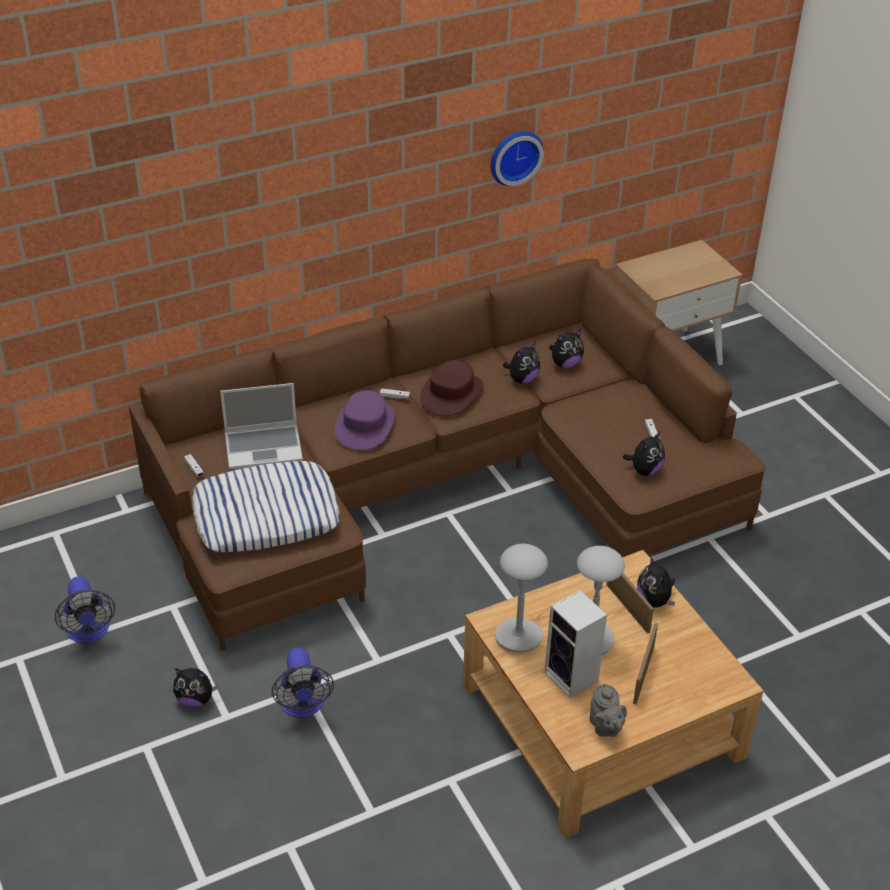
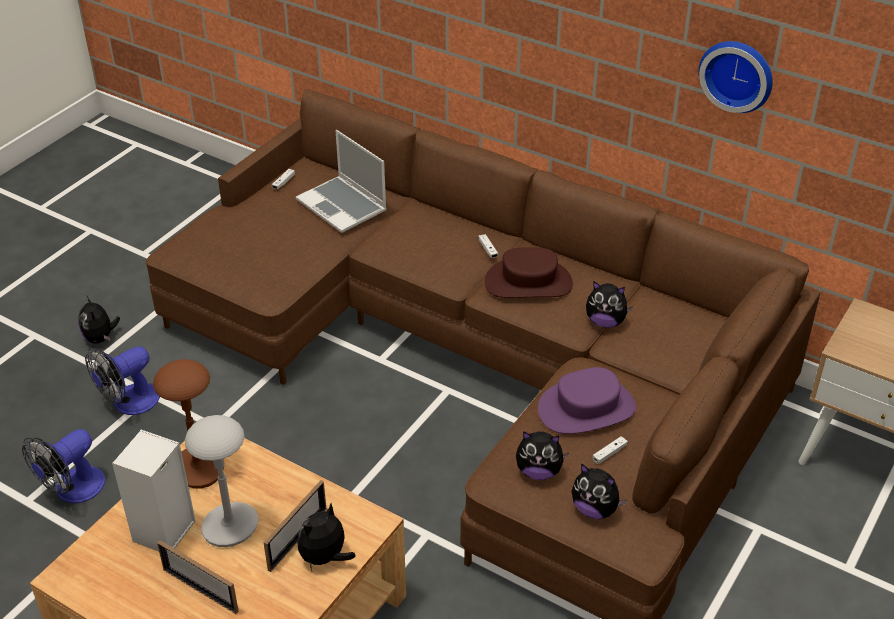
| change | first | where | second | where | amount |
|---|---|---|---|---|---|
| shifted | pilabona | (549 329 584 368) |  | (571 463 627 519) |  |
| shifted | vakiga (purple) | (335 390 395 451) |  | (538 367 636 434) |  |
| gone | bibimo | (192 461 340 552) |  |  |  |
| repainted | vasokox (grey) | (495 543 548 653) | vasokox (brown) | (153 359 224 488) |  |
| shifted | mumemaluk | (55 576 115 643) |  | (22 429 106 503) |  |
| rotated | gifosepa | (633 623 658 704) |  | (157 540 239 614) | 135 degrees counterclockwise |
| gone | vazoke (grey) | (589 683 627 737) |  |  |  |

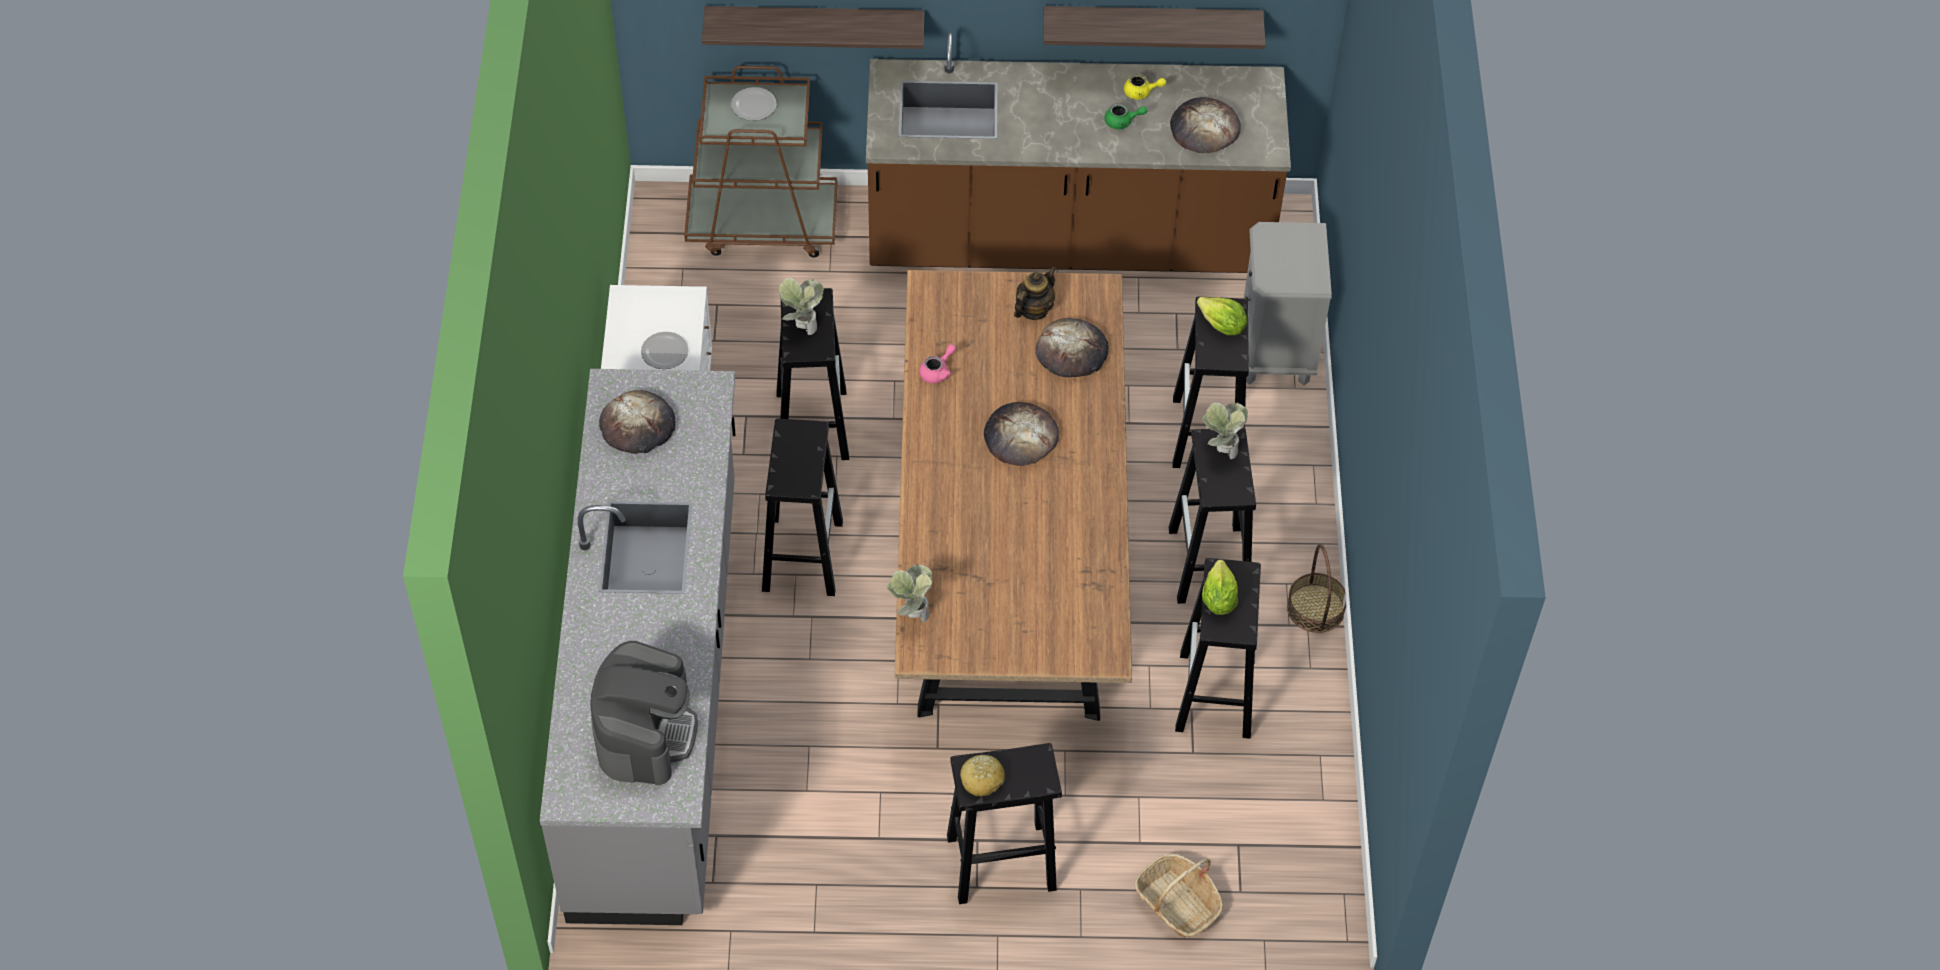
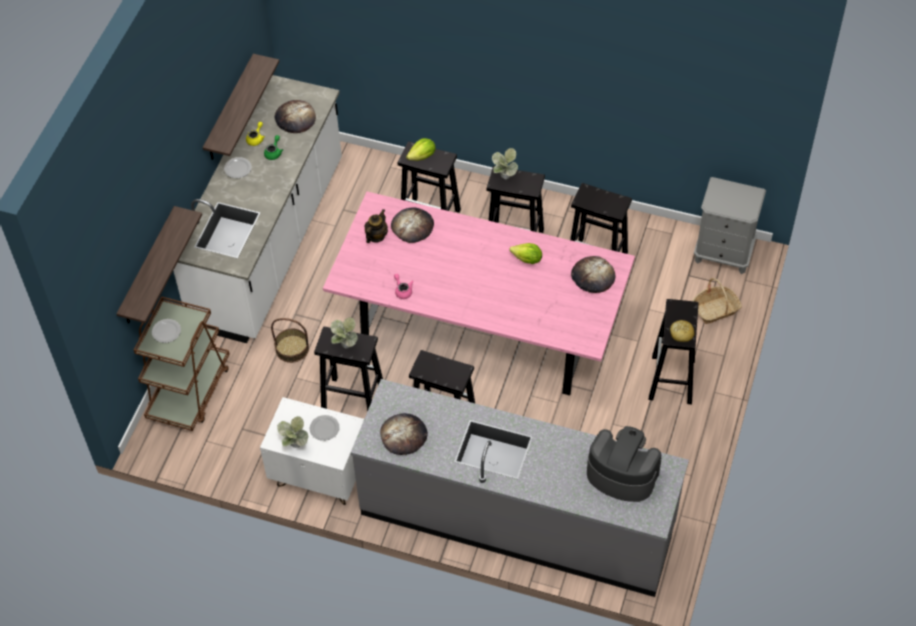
| change | first | where | second | where | amount |
|---|---|---|---|---|---|
| repainted | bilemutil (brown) | (866 33 1291 273) | bilemutil (white) | (173 75 342 343) |  |
| shifted | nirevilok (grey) | (1244 222 1332 386) |  | (694 177 766 274) |  |
| rotated | vazoke | (1014 267 1056 320) |  | (364 209 388 243) | 60 degrees clockwise |
| repainted | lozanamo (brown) | (895 270 1132 721) | lozanamo (pink) | (323 192 635 395) |  |
| shifted | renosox | (984 402 1059 466) |  | (571 256 615 293) |  |
| shifted | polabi | (1287 544 1346 633) |  | (271 318 309 363) |  |
| shifted | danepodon | (1202 560 1238 615) |  | (509 243 542 264) |  |
| shifted | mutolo | (887 564 932 622) |  | (277 416 308 448) |  |
| new |  |  | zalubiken | (224 157 252 178) |  |

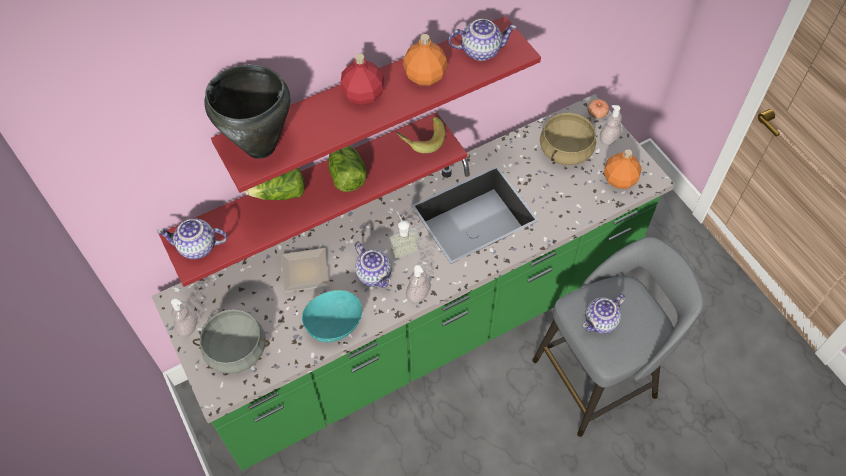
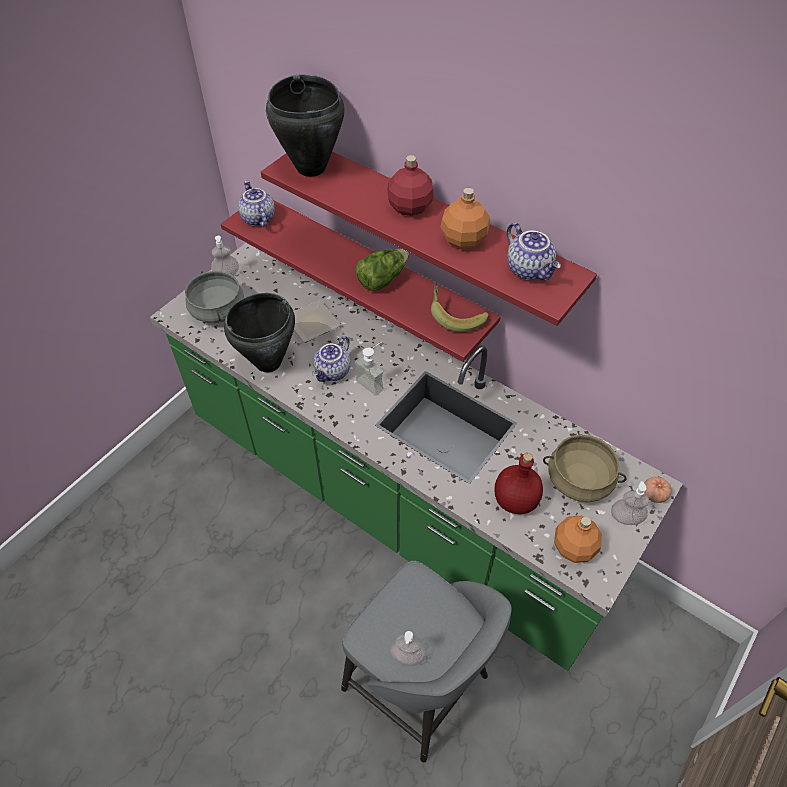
| change | first | where | second | where | amount |
|---|---|---|---|---|---|
| gone | danepodon | (245 167 305 200) |  |  |  |
| shifted | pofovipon | (406 265 431 303) |  | (390 631 426 666) |  |
| swapped | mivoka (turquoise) | (302 290 362 342) | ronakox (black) | (224 293 295 372) |  |
| gone | vazoke | (583 294 625 334) |  |  |  |
| new |  |  | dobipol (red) | (495 453 543 514) |  |

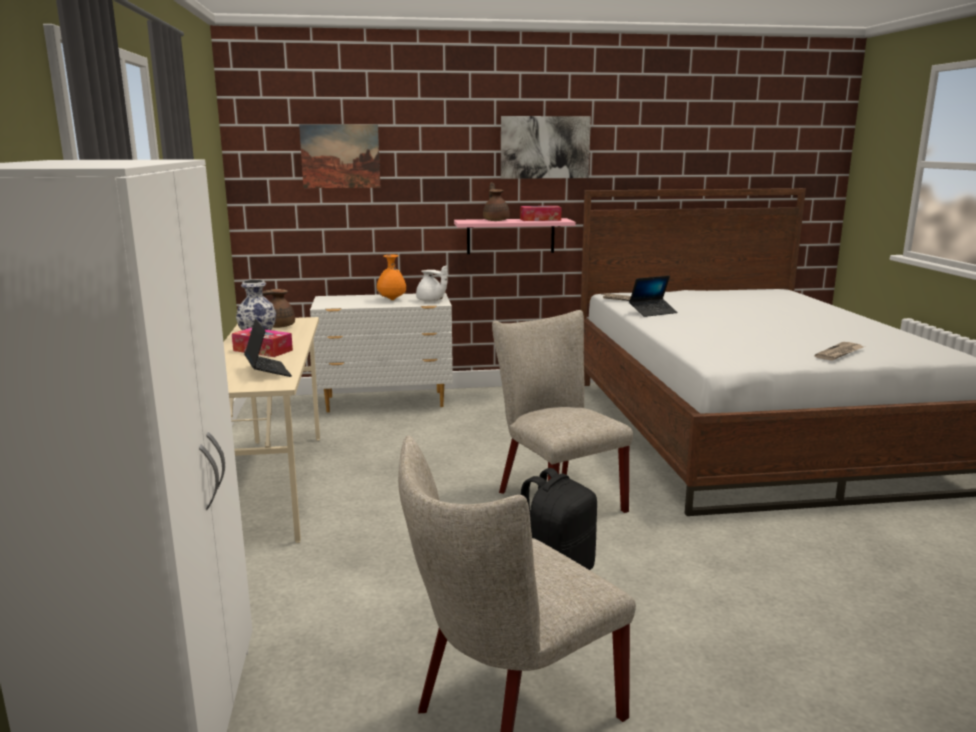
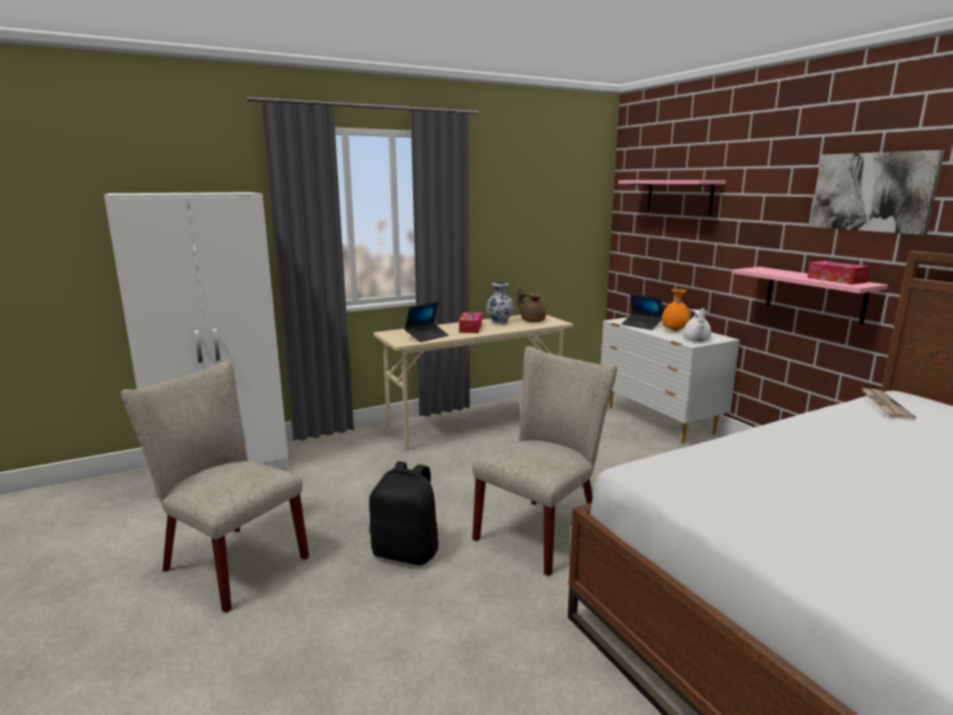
| change | first | where | second | where | amount |
|---|---|---|---|---|---|
| swapped | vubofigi | (299 124 380 188) | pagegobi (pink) | (618 180 726 216) |  |
| gone | vazoke (brown) | (483 182 510 221) |  |  |  |
| shifted | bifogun | (629 276 677 317) |  | (622 294 663 330) |  |
| gone | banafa | (815 342 864 361) |  |  |  |

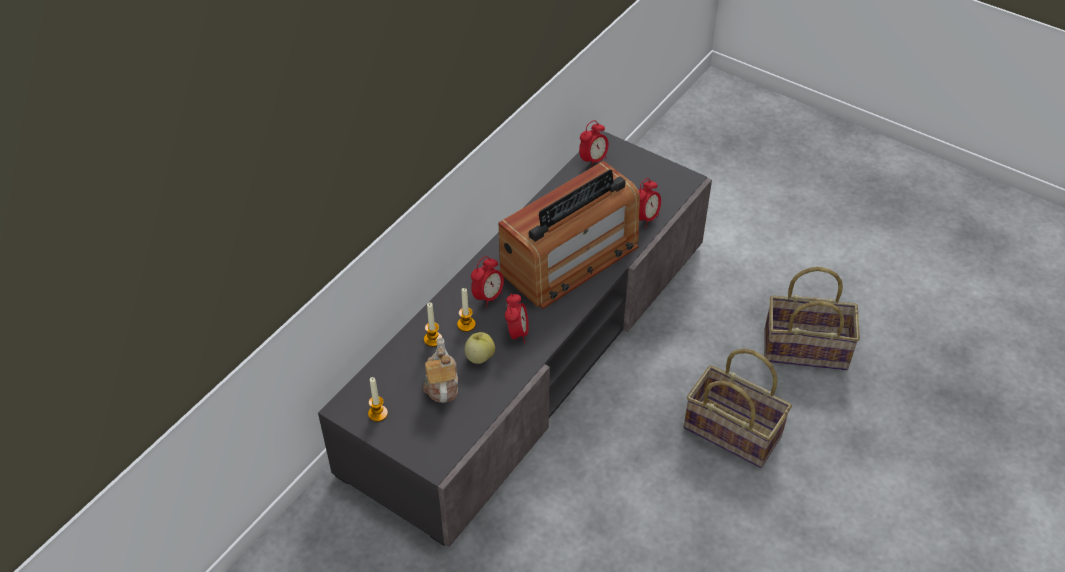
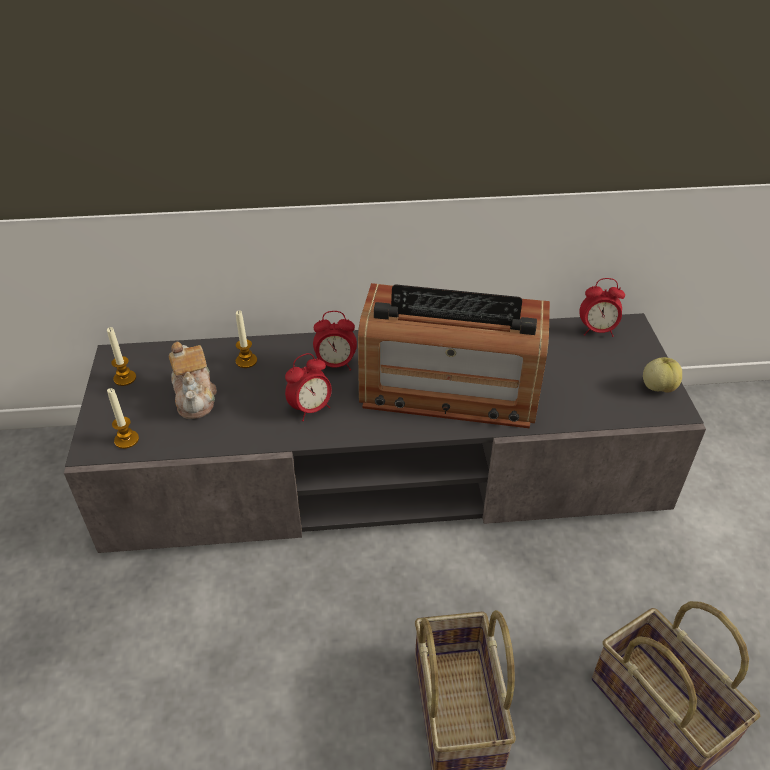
| change | first | where | second | where | amount |
|---|---|---|---|---|---|
| gone | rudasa | (638 178 661 228) |  |  |  |
| shifted | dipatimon | (457 288 476 332) |  | (107 388 139 449) |  |
| shifted | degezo | (464 332 495 364) |  | (643 357 682 393) |  |
| rotated | vazoke | (423 337 458 403) |  | (169 342 217 419) | 120 degrees clockwise |

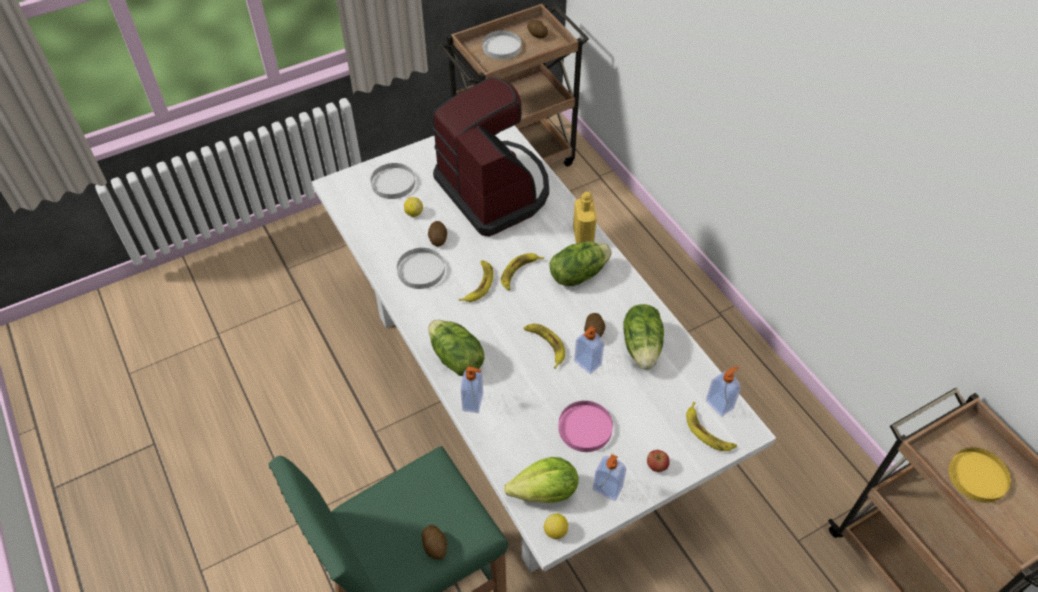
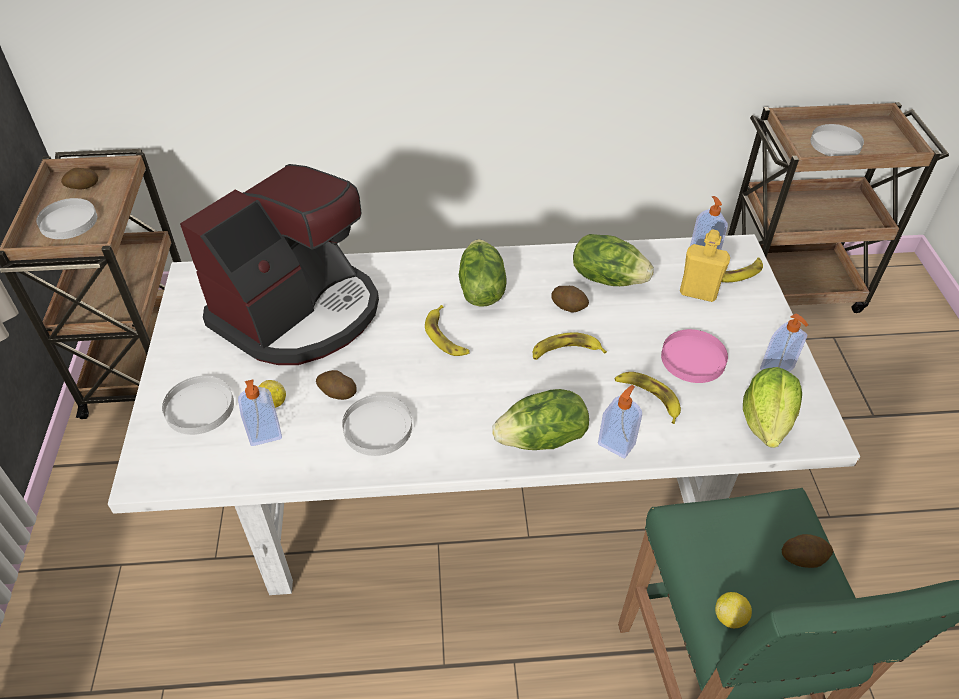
| change | first | where | second | where | amount |
|---|---|---|---|---|---|
| rotated | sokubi | (433 77 549 237) |  | (180 164 379 365) | 135 degrees clockwise |
| shifted | dobipol (yellow) | (573 192 597 244) |  | (680 229 730 302) |  |
| shifted | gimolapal | (459 260 493 302) |  | (614 372 681 424) |  |
| shifted | pofovipon | (574 326 604 374) |  | (238 379 282 446) |  |
| repainted | zalubiken (yellow) | (949 447 1011 503) | zalubiken (white) | (810 124 864 156) |  |
| gone | degezo | (647 450 670 472) |  |  |  |
| shifted | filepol | (544 513 568 539) |  | (715 592 752 628) |  |

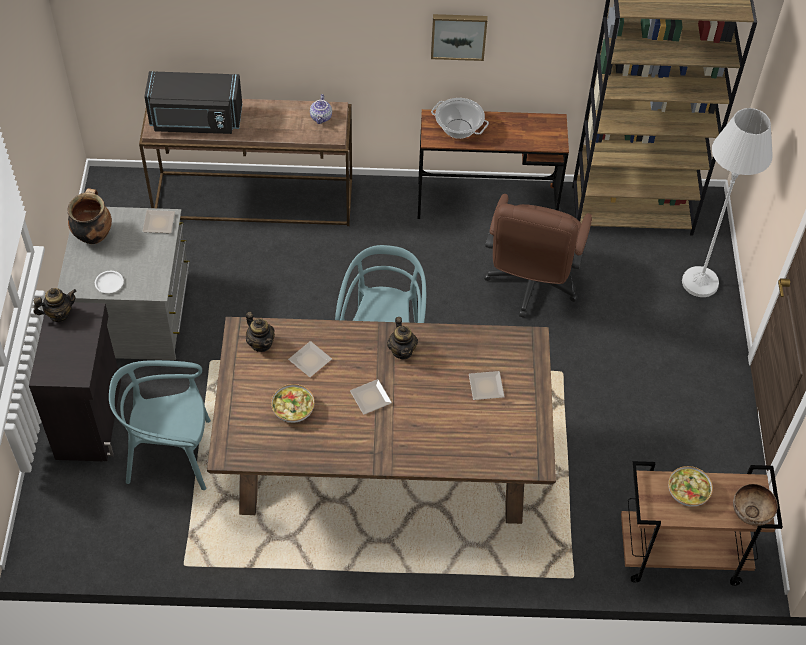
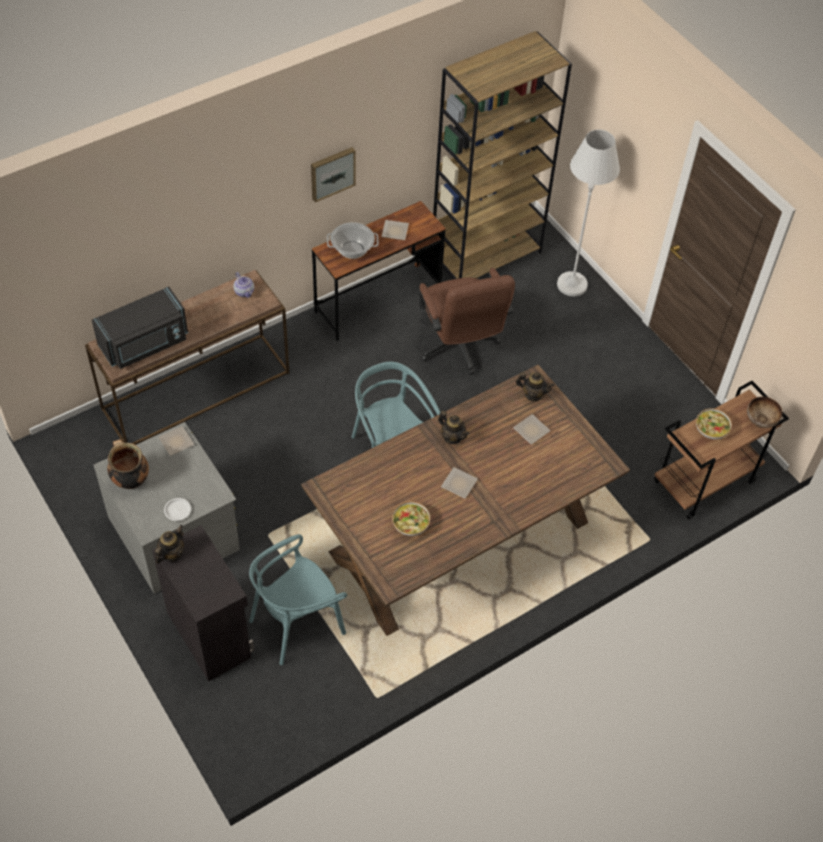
| change | first | where | second | where | amount |
|---|---|---|---|---|---|
| shifted | vazoke | (246 312 275 352) |  | (516 372 554 401) |  |
| shifted | zalubiken | (288 341 332 377) |  | (381 220 409 240) |  |

